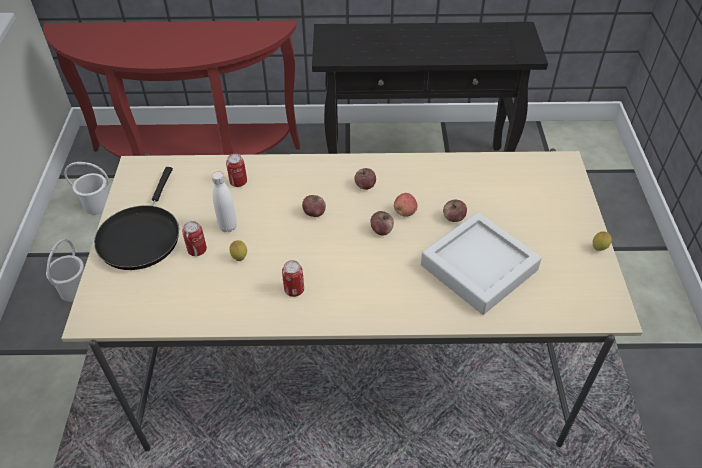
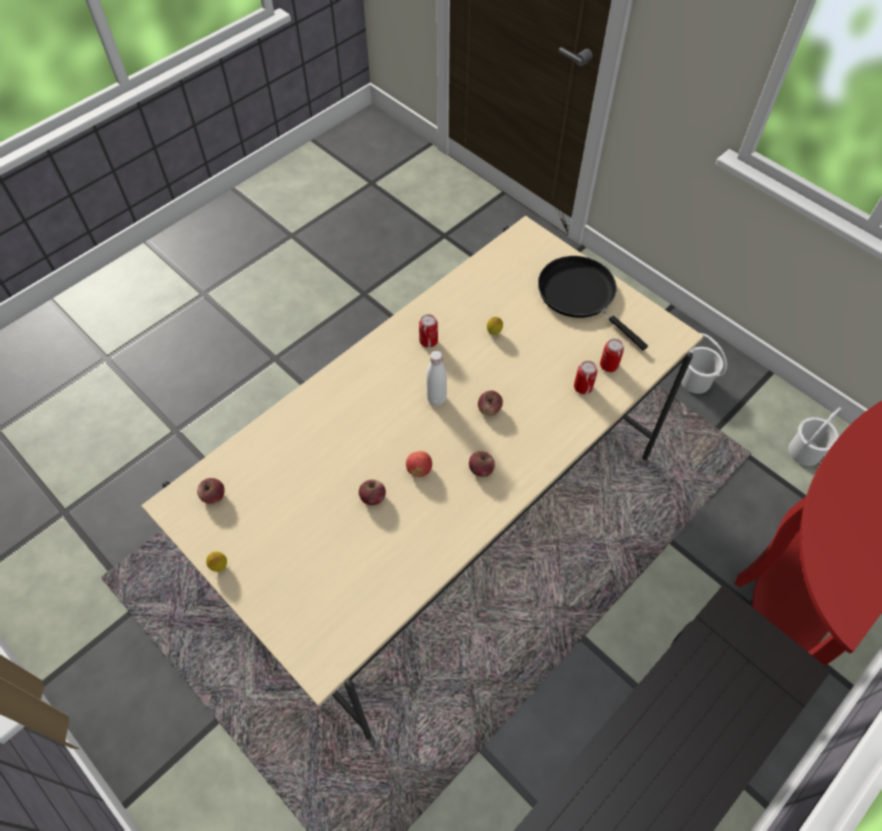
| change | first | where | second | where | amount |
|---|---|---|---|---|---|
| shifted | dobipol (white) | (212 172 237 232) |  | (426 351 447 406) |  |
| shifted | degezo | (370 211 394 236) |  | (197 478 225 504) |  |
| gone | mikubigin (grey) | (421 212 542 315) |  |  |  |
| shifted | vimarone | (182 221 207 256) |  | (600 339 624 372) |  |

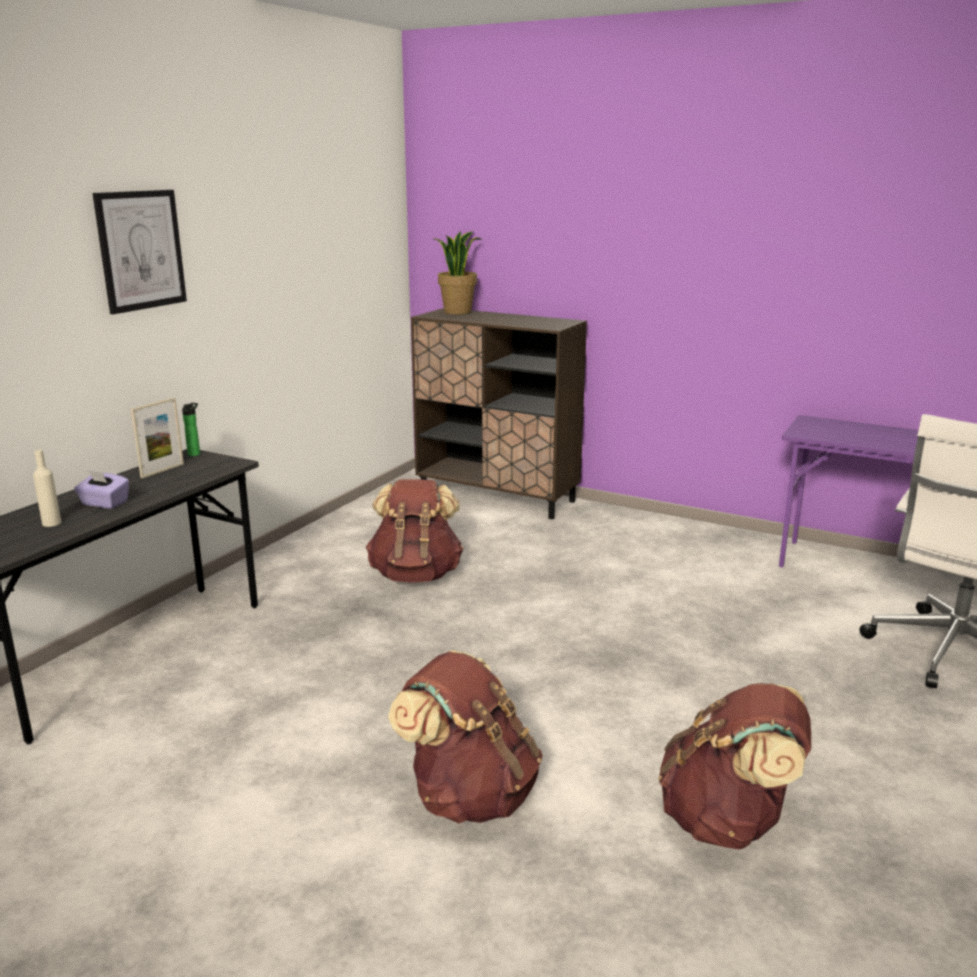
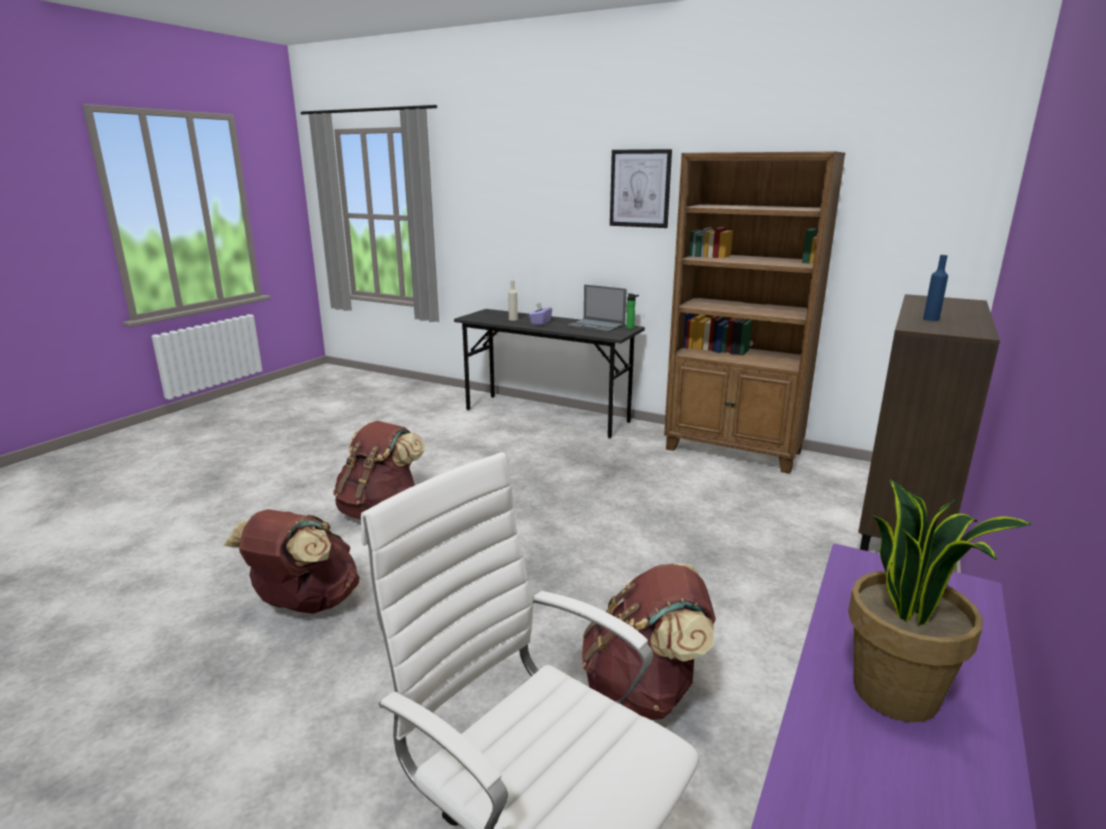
| change | first | where | second | where | amount |
|---|---|---|---|---|---|
| shifted | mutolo | (433 231 482 314) |  | (848 479 1033 722) |  |
| swapped | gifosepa | (131 398 184 478) | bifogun | (567 285 627 333) |  |
| shifted | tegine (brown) | (366 479 463 582) |  | (582 563 716 720) |  |
| new |  |  | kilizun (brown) | (664 152 845 474) |  |
| new |  |  | dobipol (blue) | (923 255 948 321) |  |

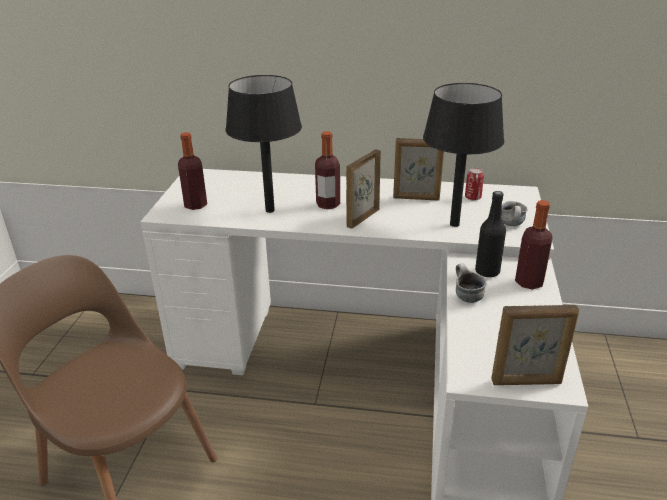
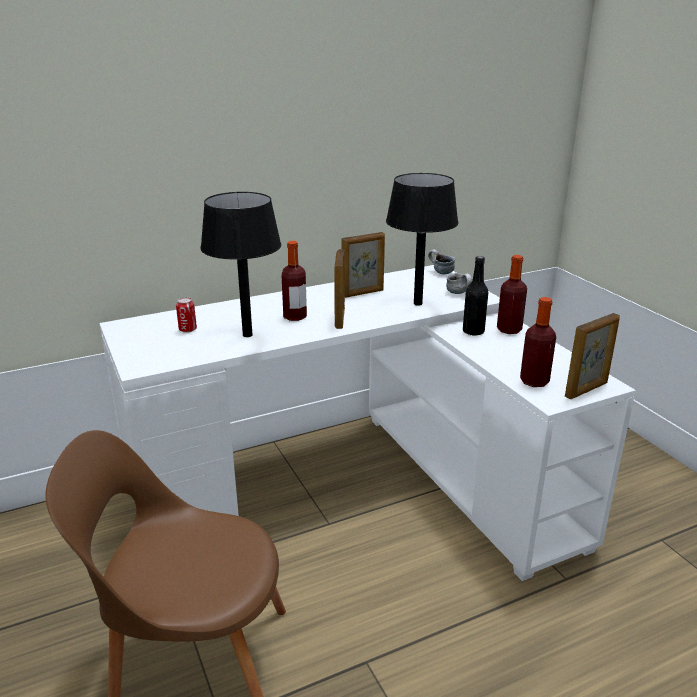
| change | first | where | second | where | amount |
|---|---|---|---|---|---|
| shifted | dobipol | (178 132 207 210) |  | (520 297 556 387) |  |
| shifted | vimarone | (465 168 484 201) |  | (176 297 197 333) |  |
| shifted | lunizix | (456 263 487 303) |  | (428 249 455 274) |  |

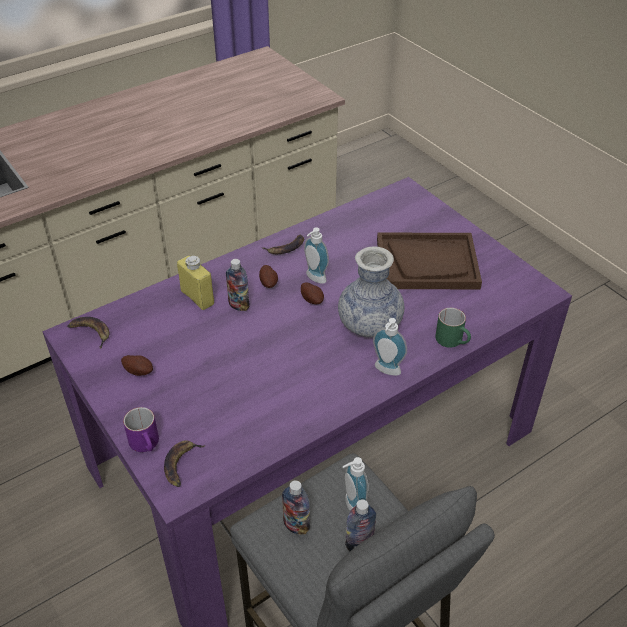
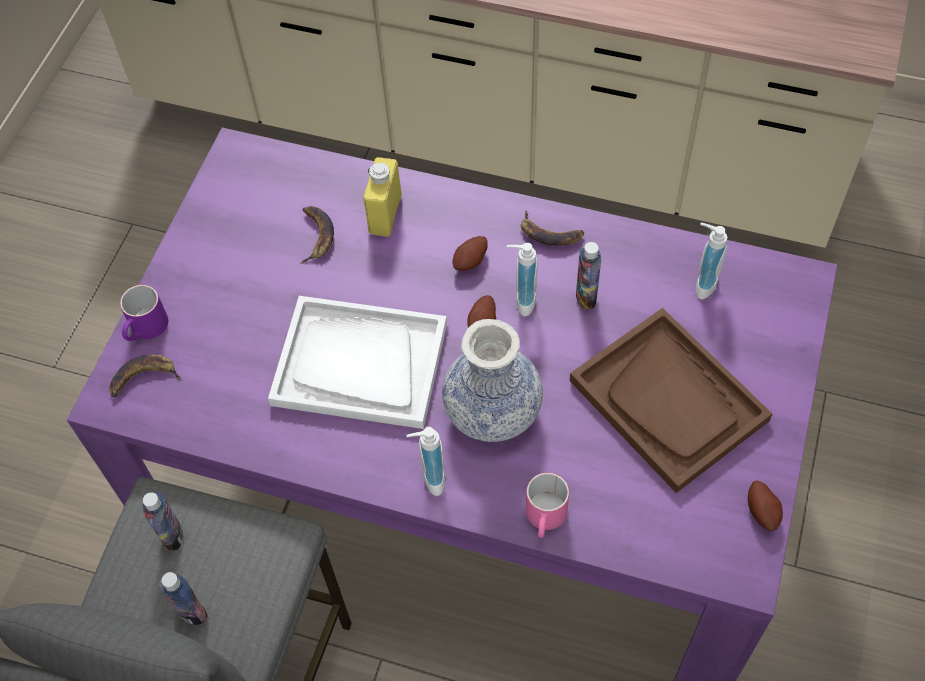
| change | first | where | second | where | amount |
|---|---|---|---|---|---|
| shifted | dobipol | (226 259 250 311) |  | (576 242 601 310) |  |
| repainted | lunizix (green) | (435 308 471 348) | lunizix (pink) | (526 472 569 538) |  |
| shifted | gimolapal | (67 317 110 349) |  | (301 206 334 264) |  |
| shifted | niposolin | (121 355 153 376) |  | (748 480 783 531) |  |
| shifted | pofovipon | (343 457 369 511) |  | (696 223 728 299) |  |
| new |  |  | mikubigin (white) | (268 296 447 429) |  |

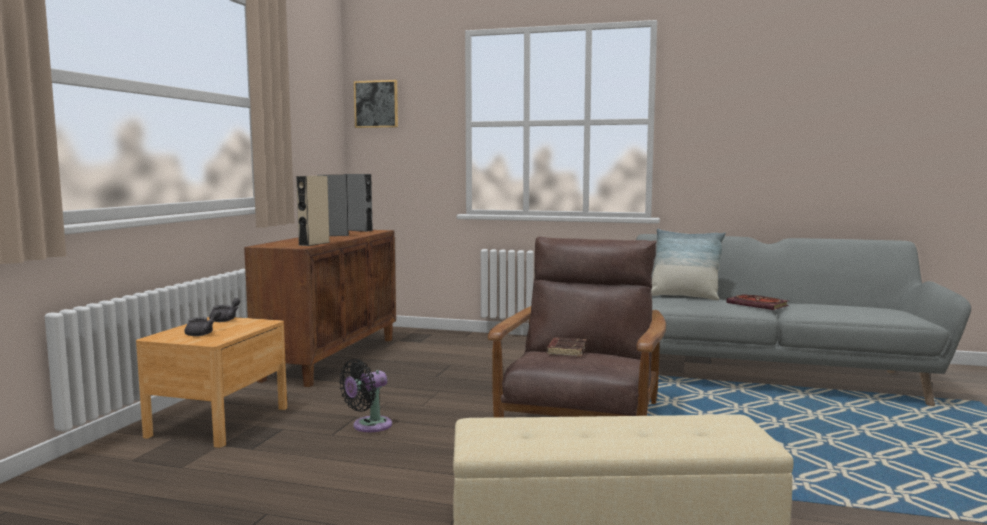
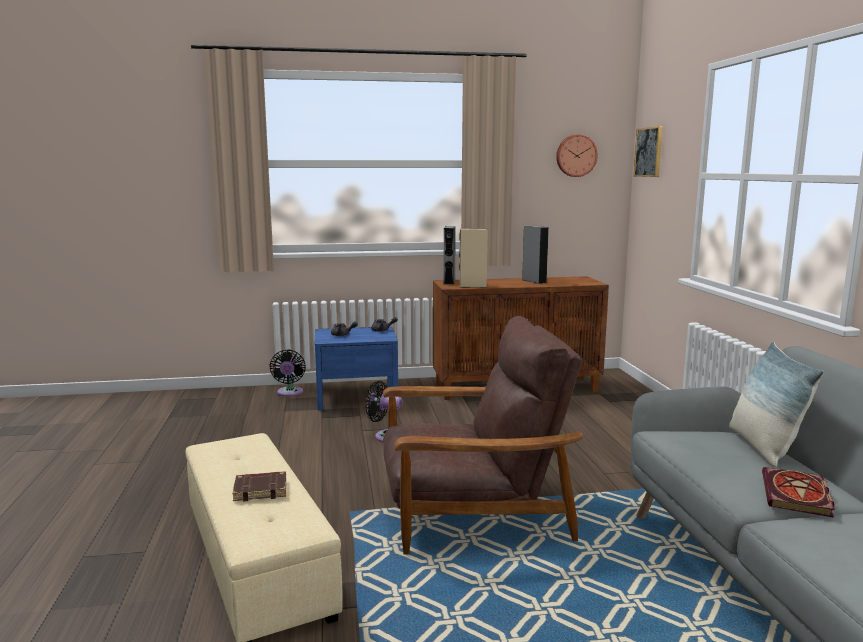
| change | first | where | second | where | amount |
|---|---|---|---|---|---|
| shifted | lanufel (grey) | (344 174 373 232) |  | (443 226 456 285) |  |
| repainted | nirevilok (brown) | (136 317 287 448) | nirevilok (blue) | (315 326 398 411) |  |
| shifted | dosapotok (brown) | (546 337 587 357) |  | (232 471 286 502) |  |
| new |  |  | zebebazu | (556 134 598 177) |  |
| new |  |  | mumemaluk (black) | (269 349 306 397) |  |

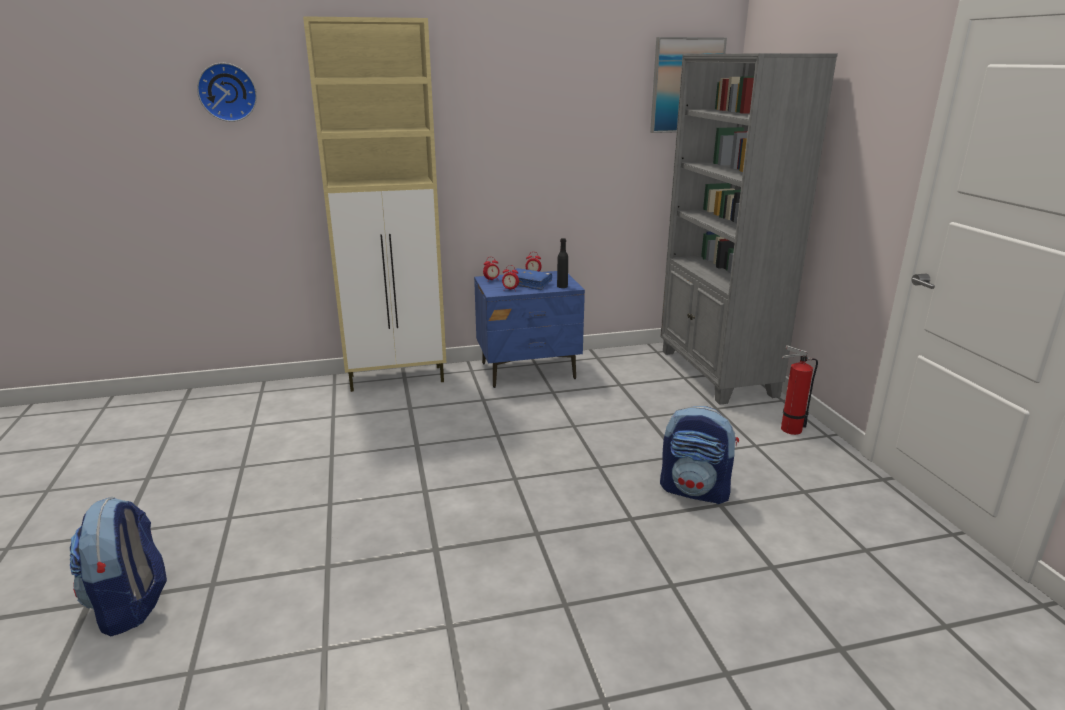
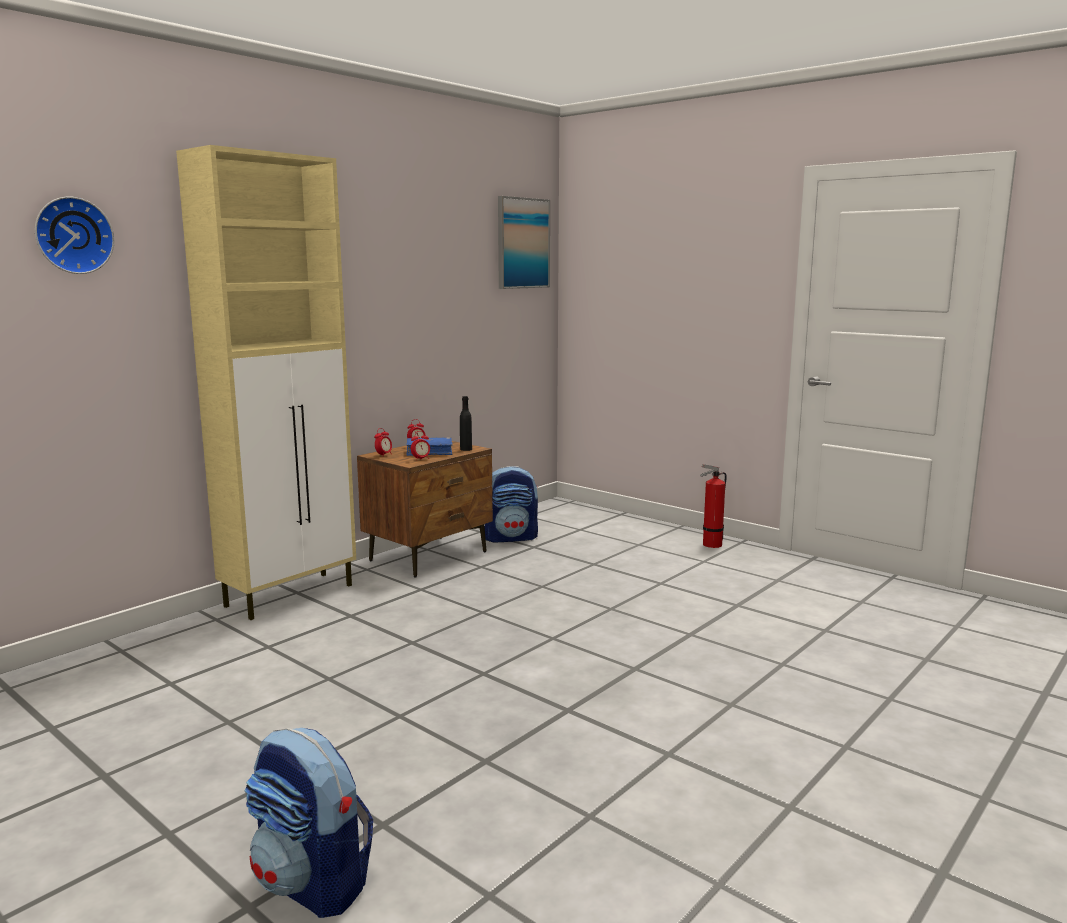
| change | first | where | second | where | amount |
|---|---|---|---|---|---|
| gone | kilizun (grey) | (660 53 838 405) |  |  |  |
| repainted | nirevilok (blue) | (474 271 585 388) | nirevilok (brown) | (357 441 493 577) |  |
| shifted | tegine | (660 406 739 504) |  | (485 466 538 542) |  |

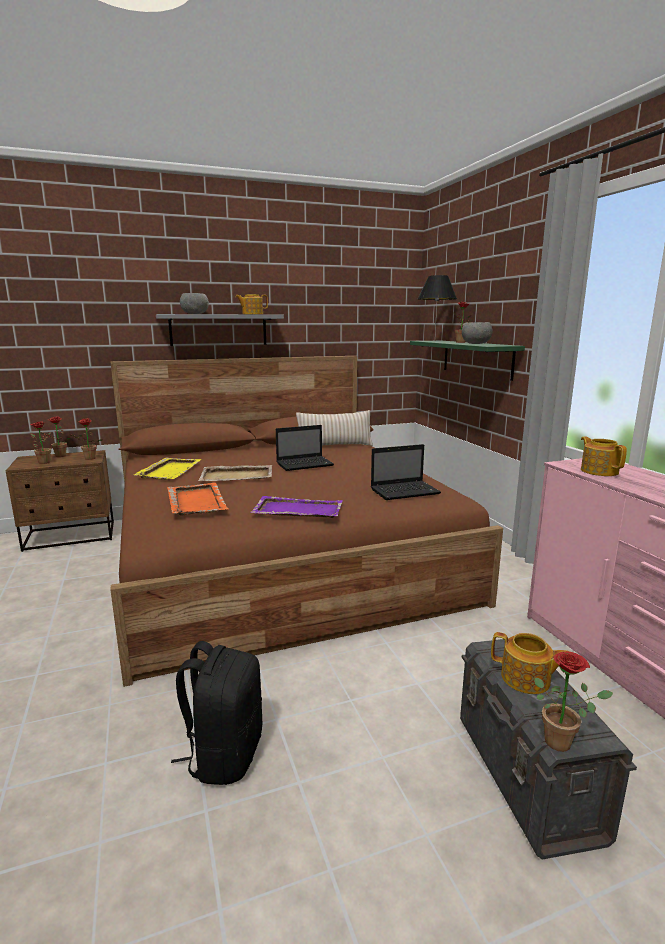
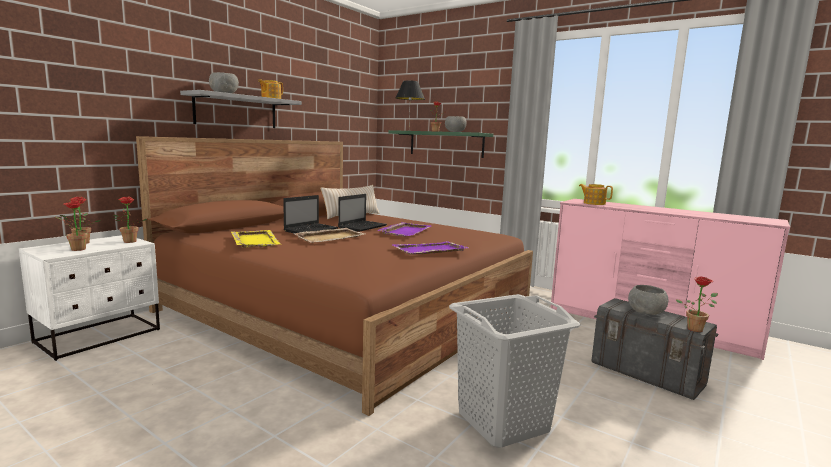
| change | first | where | second | where | amount |
|---|---|---|---|---|---|
| shifted | bifogun | (371 444 441 500) |  | (283 195 338 233) |  |
| repainted | nirevilok (brown) | (6 450 114 552) | nirevilok (white) | (19 235 160 361) |  |
| gone | mikubigin (orange) | (167 483 228 516) |  |  |  |
| swapped | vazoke | (491 632 569 694) | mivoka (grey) | (628 285 668 315) |  |
| swapped | tegine (black) | (171 641 262 785) | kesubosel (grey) | (449 294 580 448) |  |
| new |  |  | mikubigin (purple) | (378 222 431 236) |  |

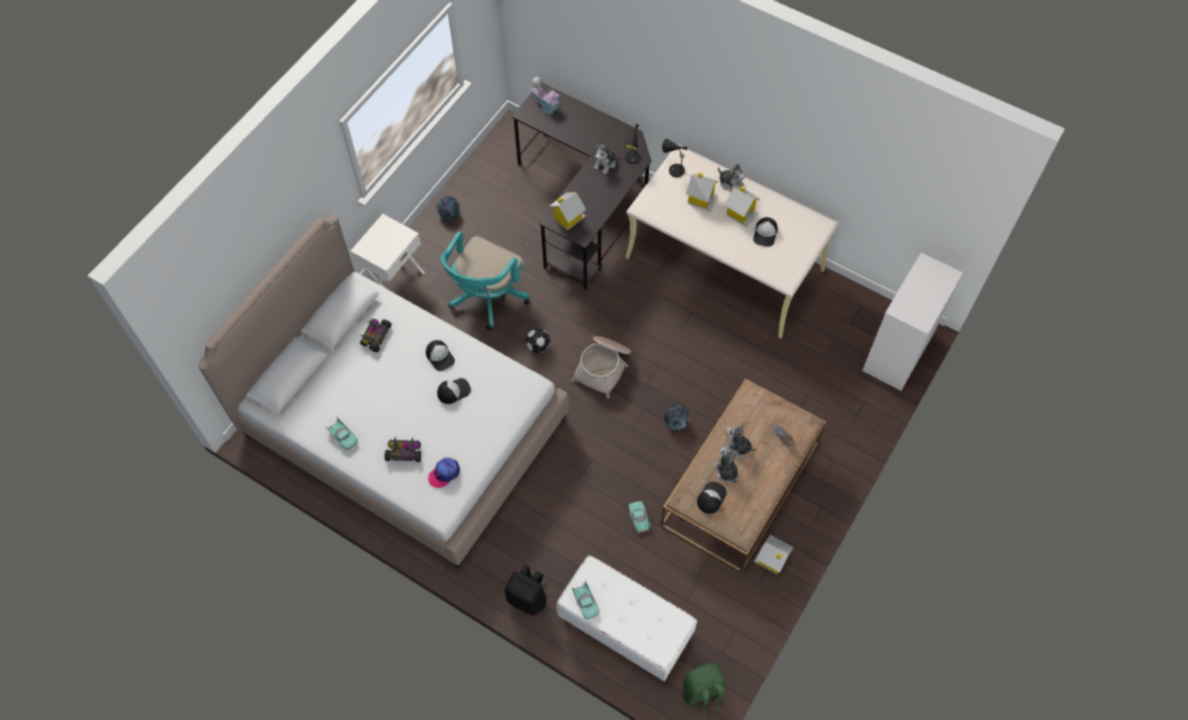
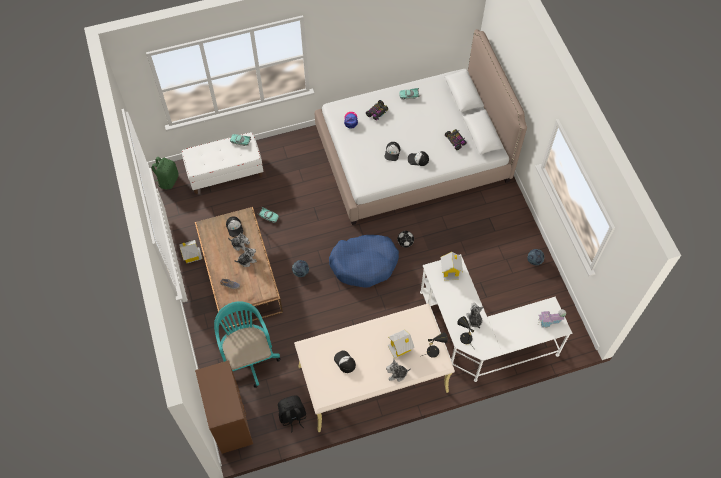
| change | first | where | second | where | amount |
|---|---|---|---|---|---|
| repainted | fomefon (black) | (511 83 652 291) | fomefon (white) | (420 254 572 382) |  |
| gone | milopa | (724 186 760 227) |  |  |  |
| gone | nirevilok (white) | (350 214 425 288) |  |  |  |
| shifted | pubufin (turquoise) | (441 231 530 330) |  | (214 301 281 388) |  |
| repainted | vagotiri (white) | (862 253 963 391) | vagotiri (brown) | (195 360 253 454) |  |
| swapped | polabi | (571 336 631 398) | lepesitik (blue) | (329 235 399 287) |  |
| shifted | tegine (black) | (505 564 547 615) |  | (278 395 306 432) |  |

